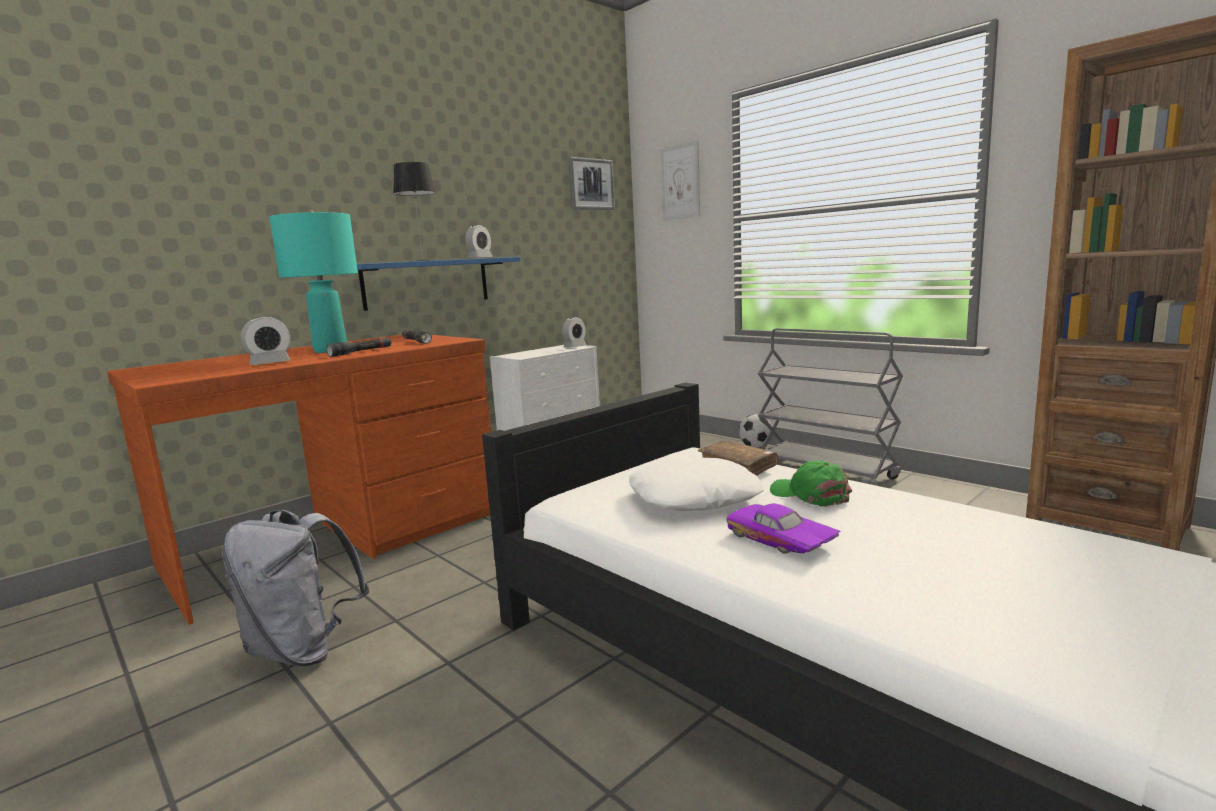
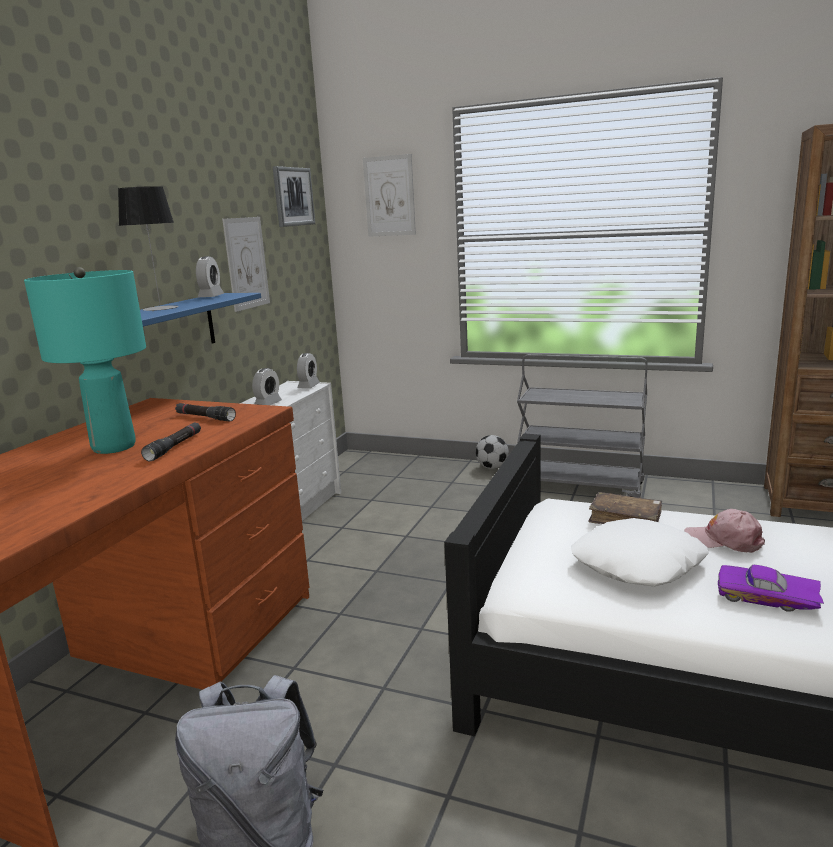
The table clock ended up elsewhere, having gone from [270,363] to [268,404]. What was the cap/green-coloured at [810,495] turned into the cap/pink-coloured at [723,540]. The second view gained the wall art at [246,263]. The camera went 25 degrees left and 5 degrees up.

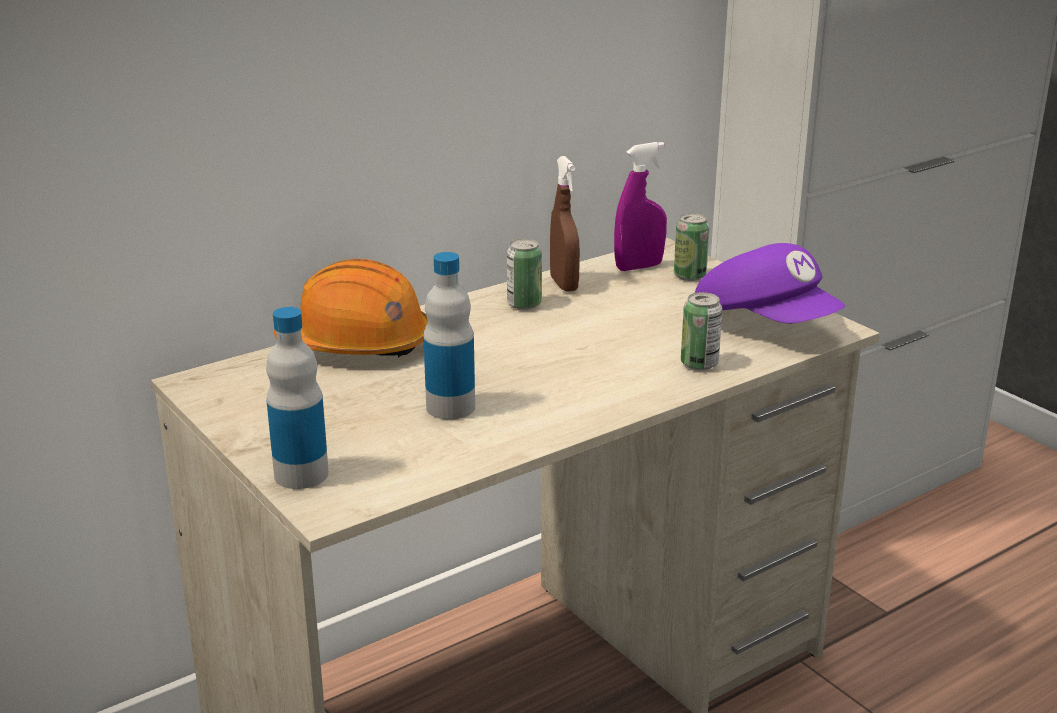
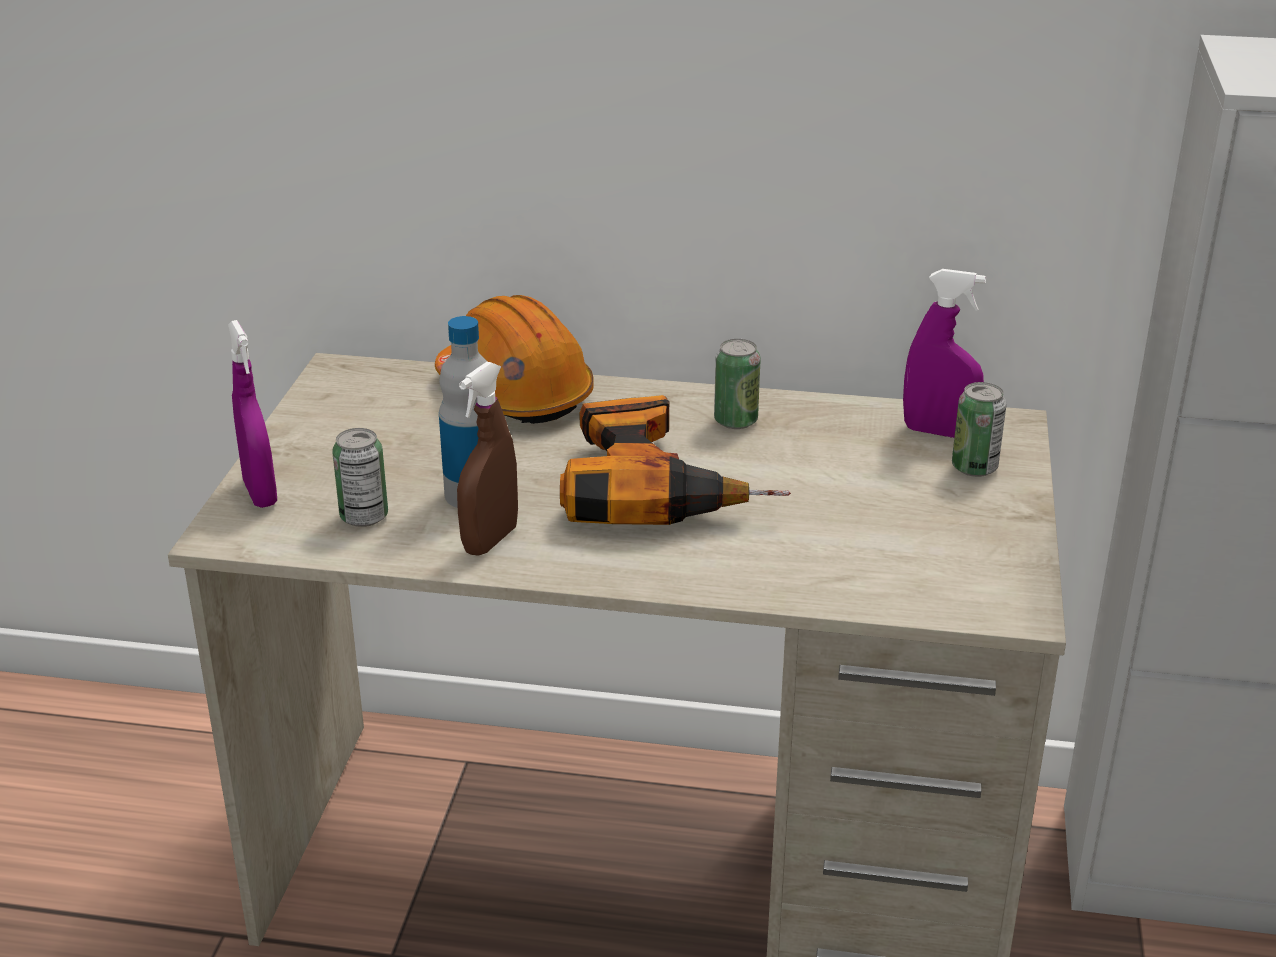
The sprayer/brownish ended up elsewhere, having gone from [564,284] to [490,540]. The second view lost the cap/purple at [765,323]. The sealed can ended up elsewhere, having gone from [699,364] to [364,517]. Where the drink bottle stood at [301,474], the sprayer/purple came to stand at [260,493]. The second view gained the electric drill at [657,485]. The camera went 45 degrees right and 5 degrees up.

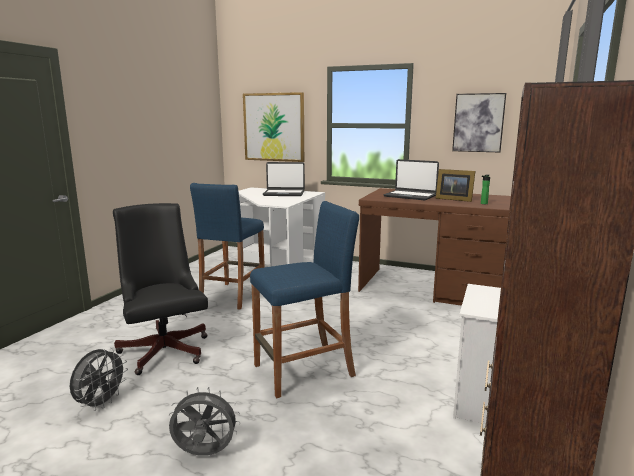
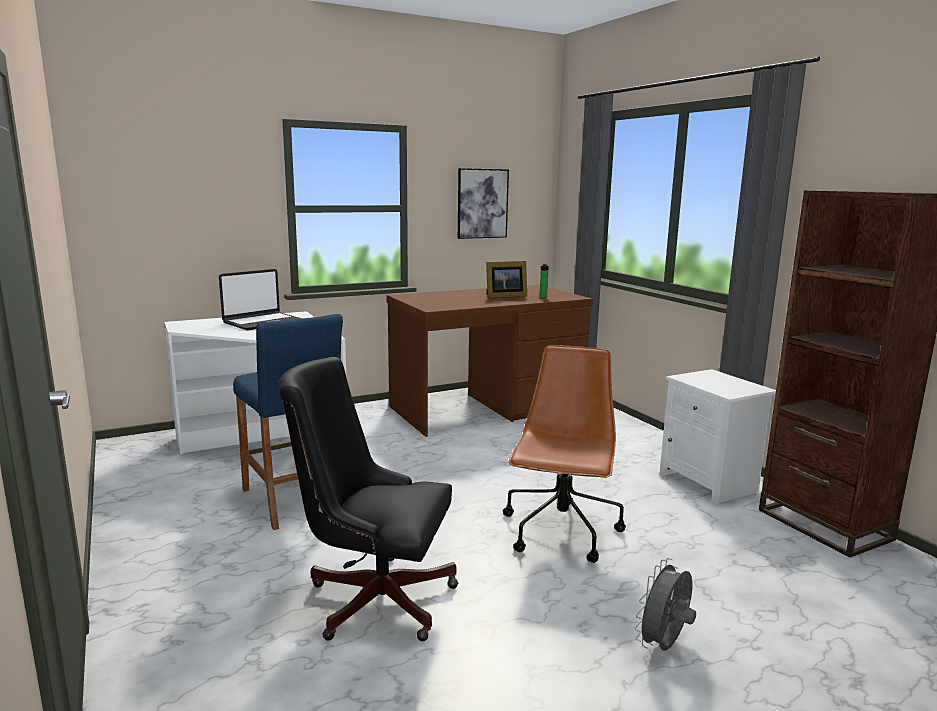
The second view lost the wall art at [274,127]. The second view lost the portable computer at [410,196]. Where the sitting stool/blue stood at [304,371], the office chair/brownish came to stand at [561,532]. The second view lost the fan/greyish at [101,403]. The camera went 50 degrees left and 0 degrees up.

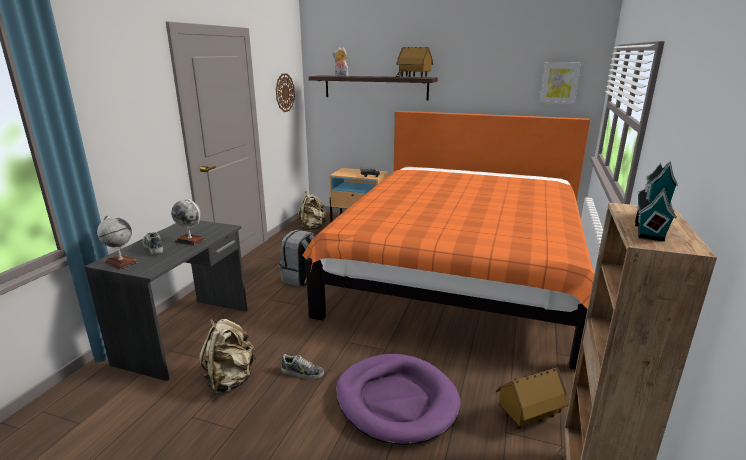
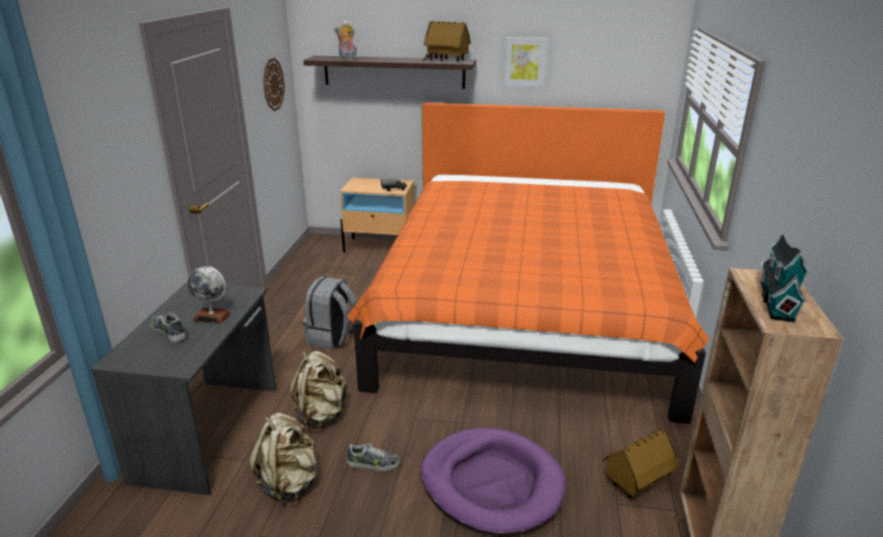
The wall art ended up elsewhere, having gone from [559,83] to [524,61]. The knapsack/beige ended up elsewhere, having gone from [312,228] to [321,414]. The second view lost the world globe at [121,262]. The camera went 10 degrees left and 5 degrees up.

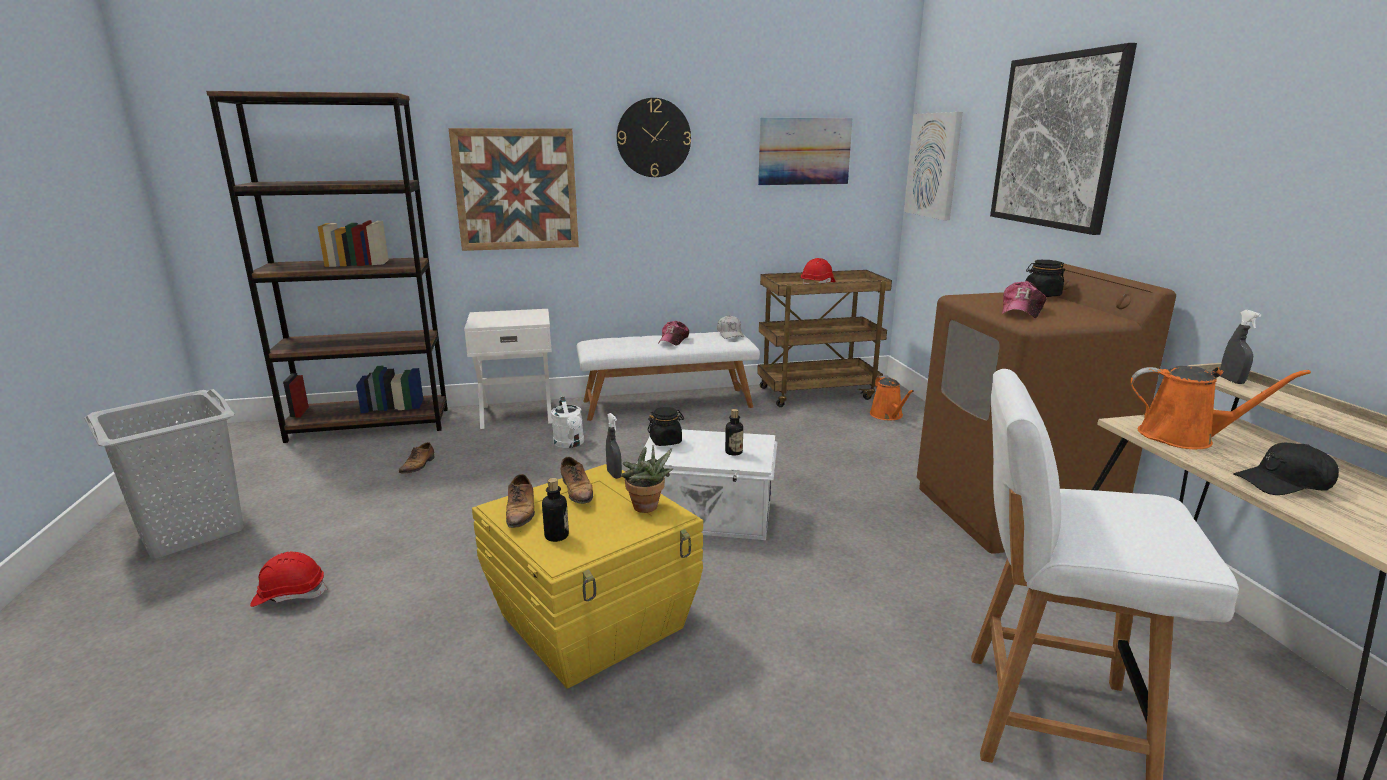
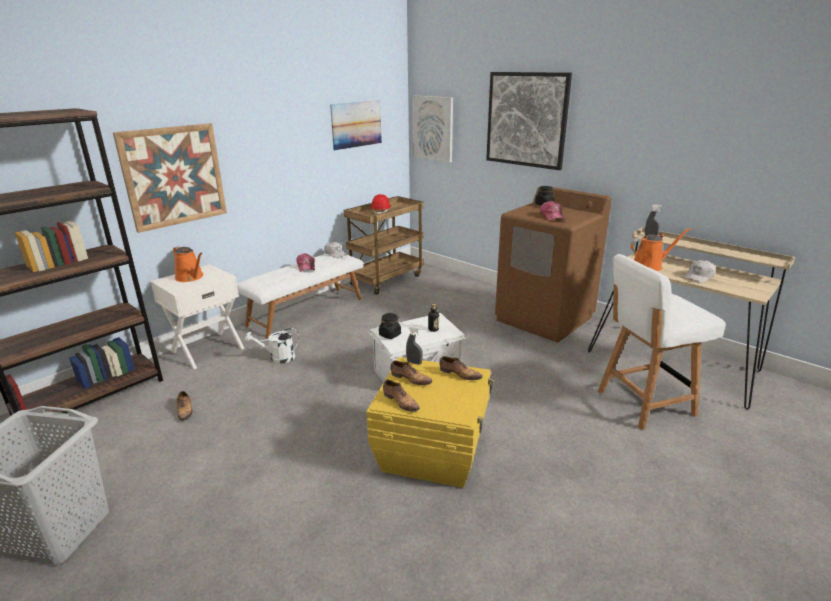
The second view lost the hanging clock at [653,138]. The watering can/orange ended up elsewhere, having gone from [888,415] to [191,277]. The watering can/whitish at [570,444] ended up facing another way, 135 degrees clockwise from before. What was the cap/black-coloured at [1284,483] turned into the cap/whitish at [698,277]. Where the houseplant stood at [647,509], the low shoe came to stand at [459,374]. The second view lost the drink bottle at [556,536]. The second view lost the work helmet/reddish at [289,595]. The camera went 35 degrees left and 5 degrees up.

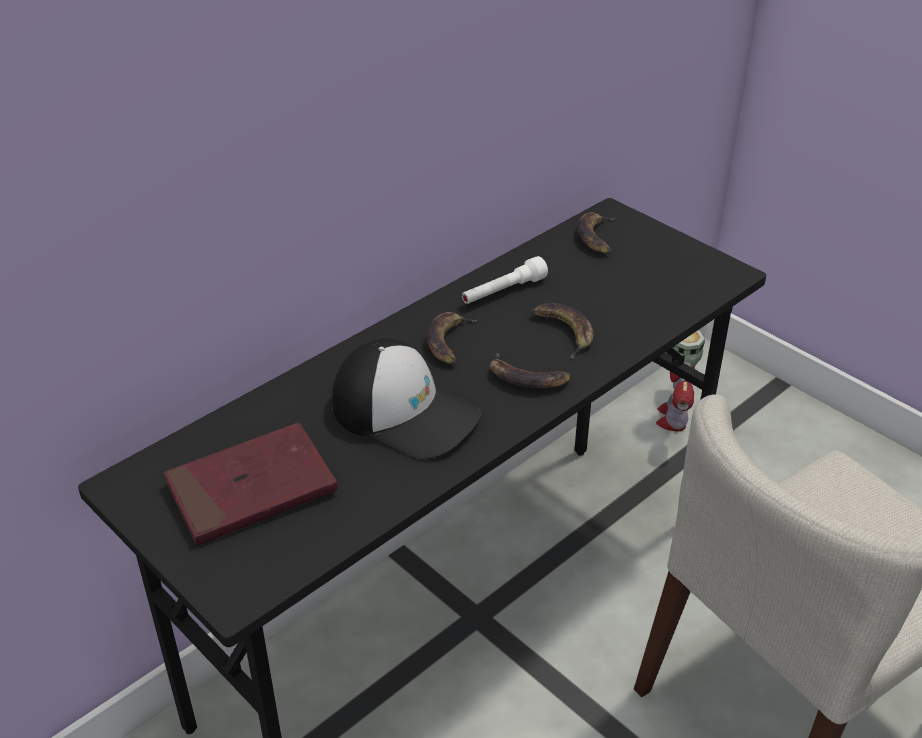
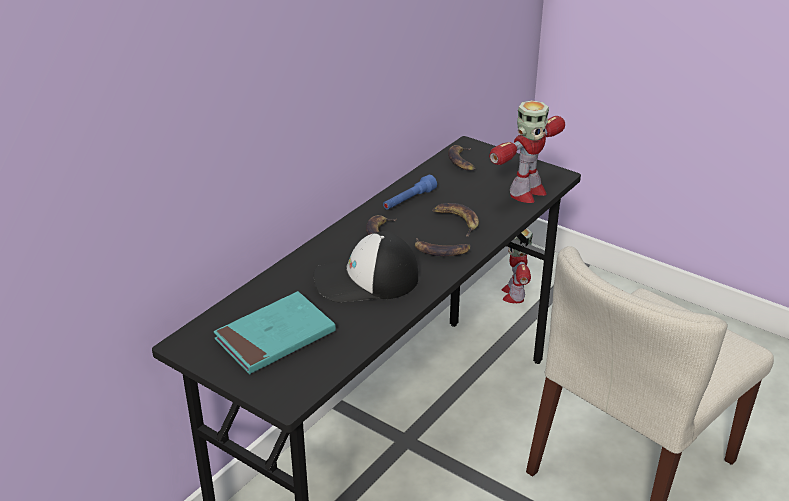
What was the hand torch/whitish at [503,292] turned into the hand torch/blue at [409,200]. The cap at [405,412] ended up facing another way, 150 degrees clockwise from before. What was the book/reddish at [252,489] turned into the book/turquoise-coloured at [275,337]. The second view gained the toy robot at [526,193]. The camera went 10 degrees left and 5 degrees down.

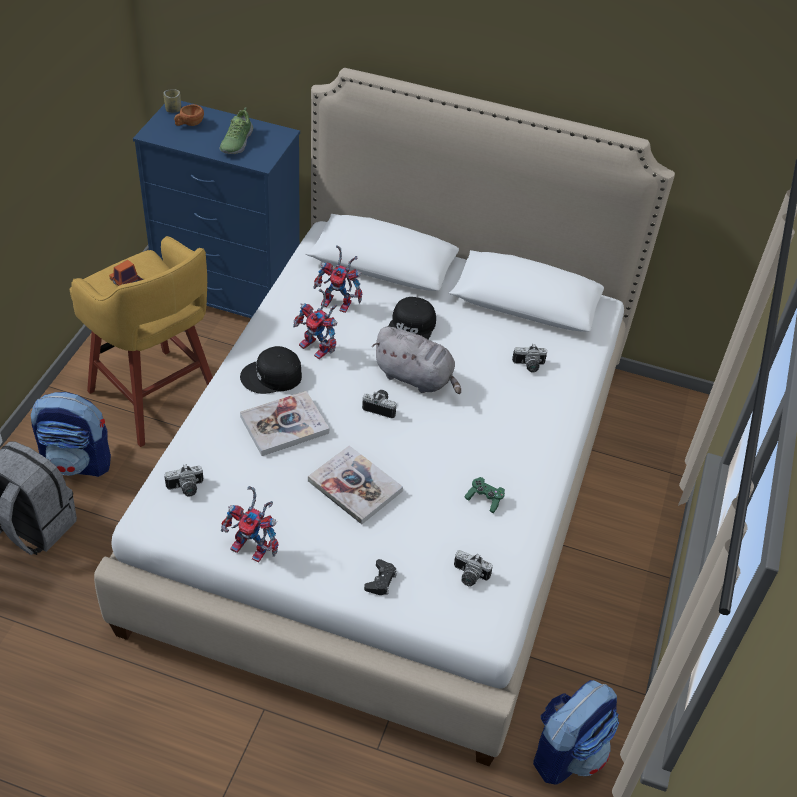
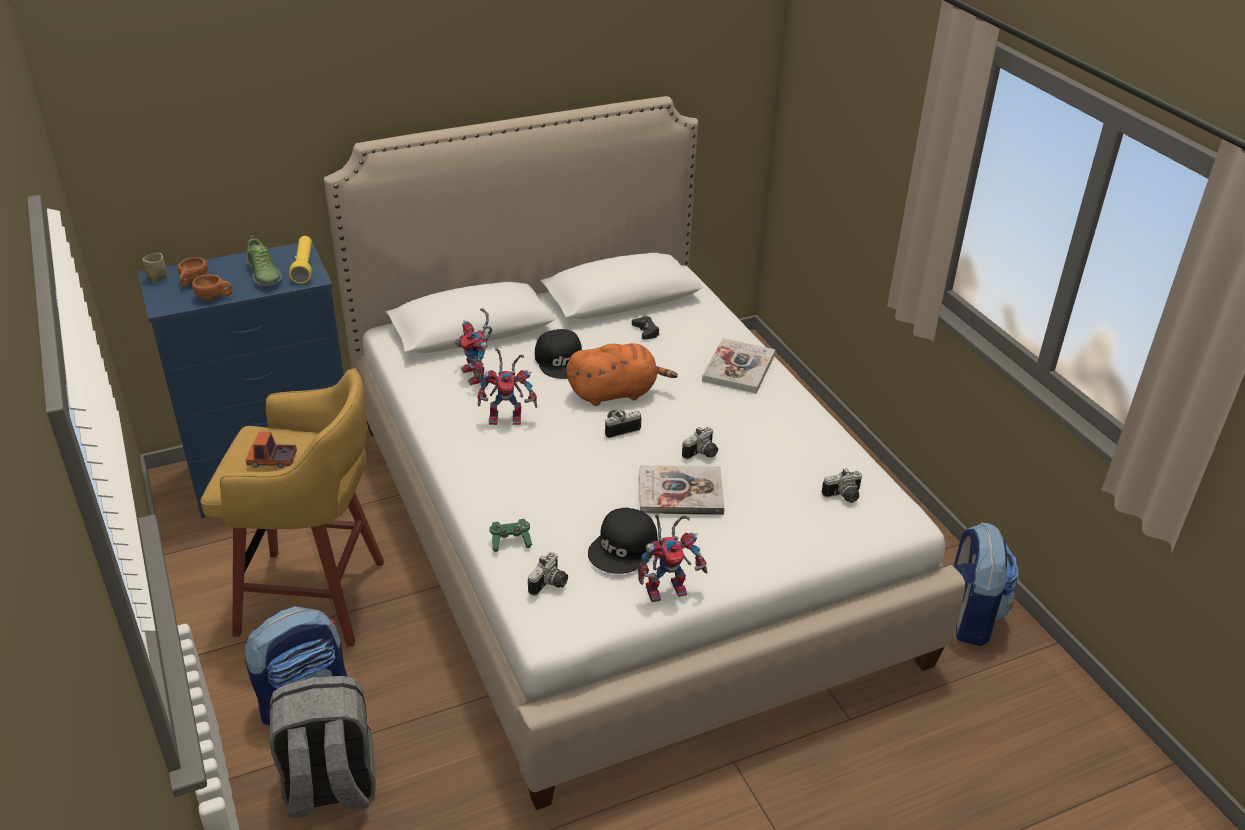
The toy robot at [339,303] ended up facing another way, 90 degrees clockwise from before. What was the plush toy/greyish at [416,378] turned into the plush toy/orange at [616,393]. The photo camera ended up elsewhere, having gone from [529,366] to [702,454]. The cap/black-coloured ended up elsewhere, having gone from [272,376] to [624,548]. The book ended up elsewhere, having gone from [284,425] to [738,368]. The joypad/green-coloured ended up elsewhere, having gone from [484,499] to [510,541]. The joypad/black-coloured ended up elsewhere, having gone from [381,581] to [646,331]. The second view gained the hand torch/yellow at [304,266]. The second view gained the cup/brownish at [214,297]. The camera went 40 degrees left and 10 degrees down.

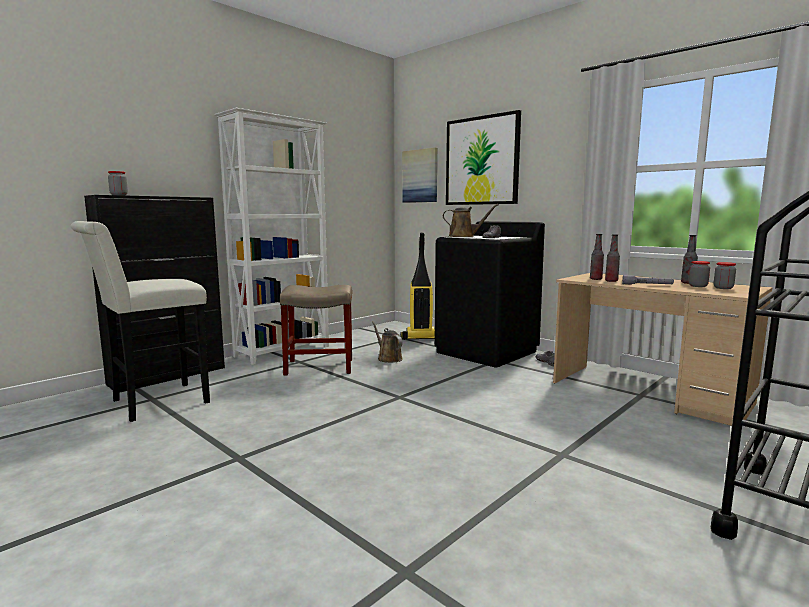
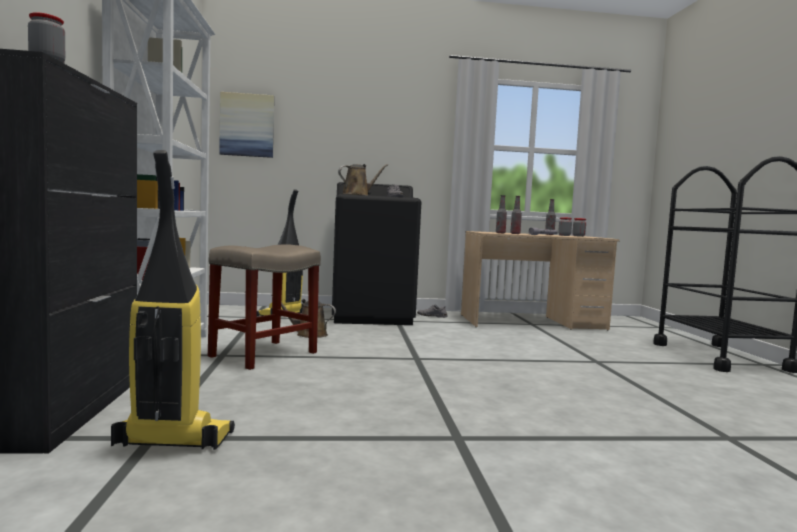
The second view lost the wall art at [482,161]. Where the sitting stool/whitish stood at [152,403], the hoover came to stand at [173,440]. The camera went 50 degrees left and 5 degrees down.

